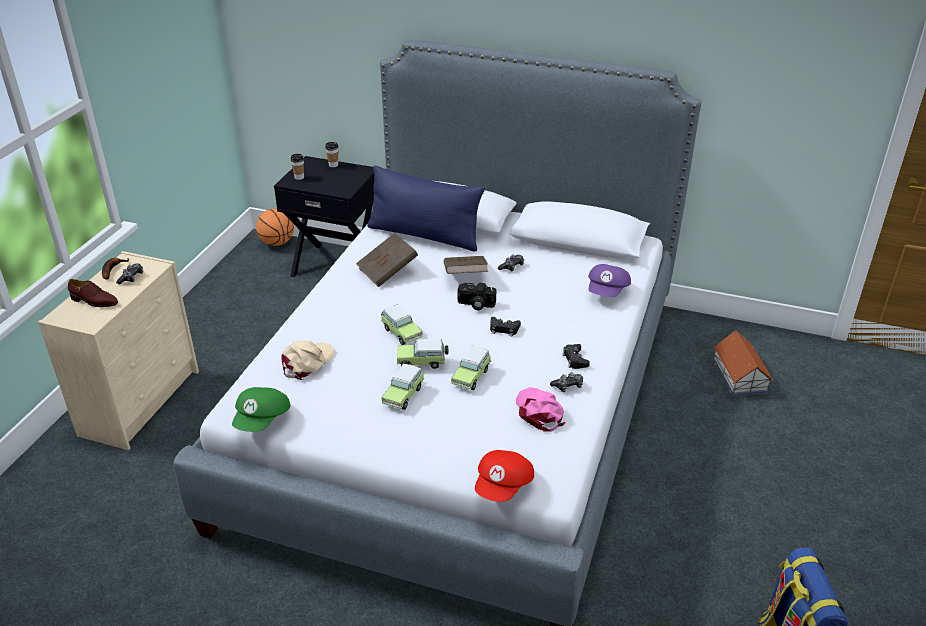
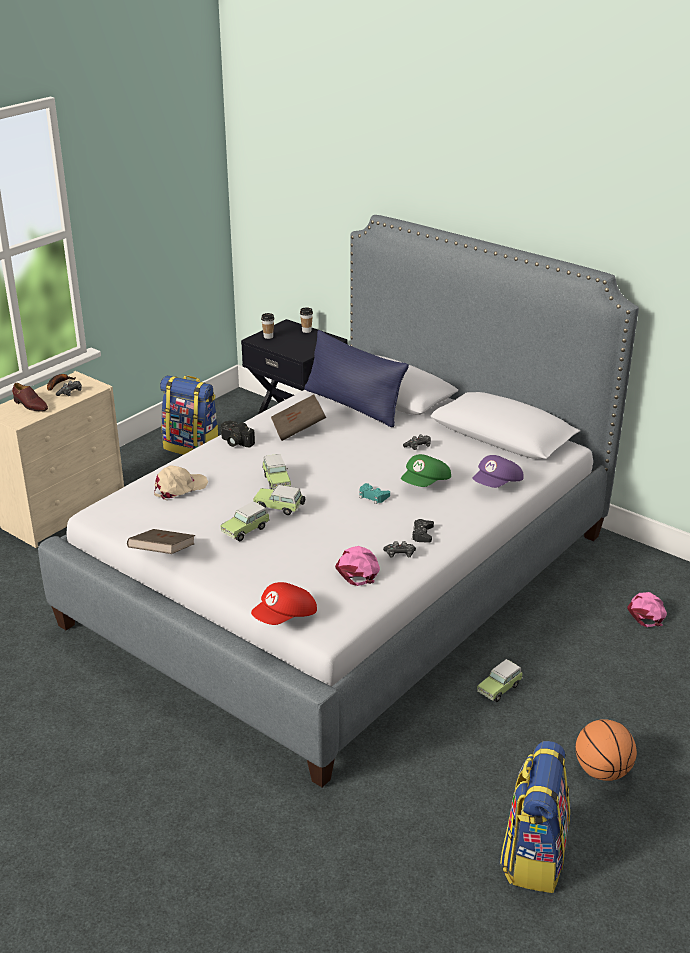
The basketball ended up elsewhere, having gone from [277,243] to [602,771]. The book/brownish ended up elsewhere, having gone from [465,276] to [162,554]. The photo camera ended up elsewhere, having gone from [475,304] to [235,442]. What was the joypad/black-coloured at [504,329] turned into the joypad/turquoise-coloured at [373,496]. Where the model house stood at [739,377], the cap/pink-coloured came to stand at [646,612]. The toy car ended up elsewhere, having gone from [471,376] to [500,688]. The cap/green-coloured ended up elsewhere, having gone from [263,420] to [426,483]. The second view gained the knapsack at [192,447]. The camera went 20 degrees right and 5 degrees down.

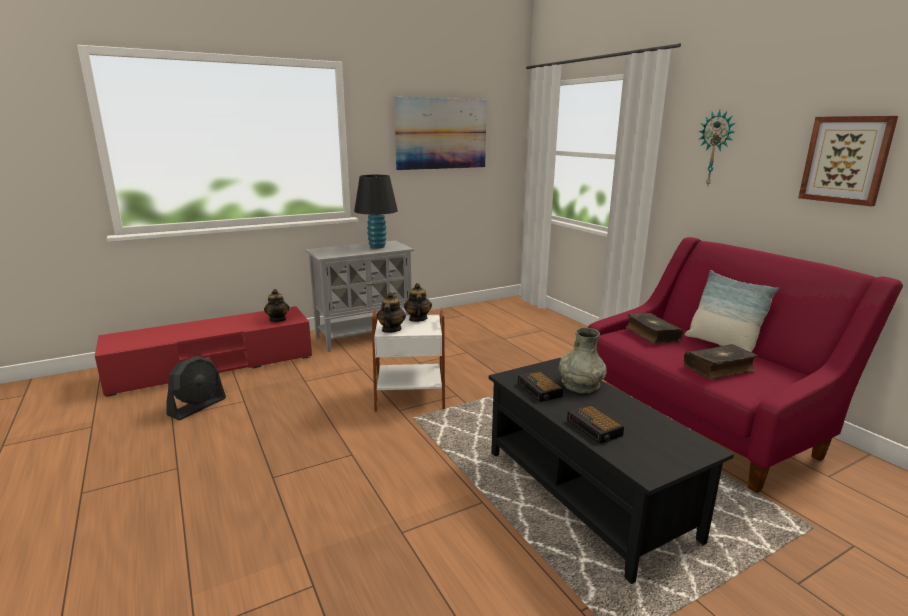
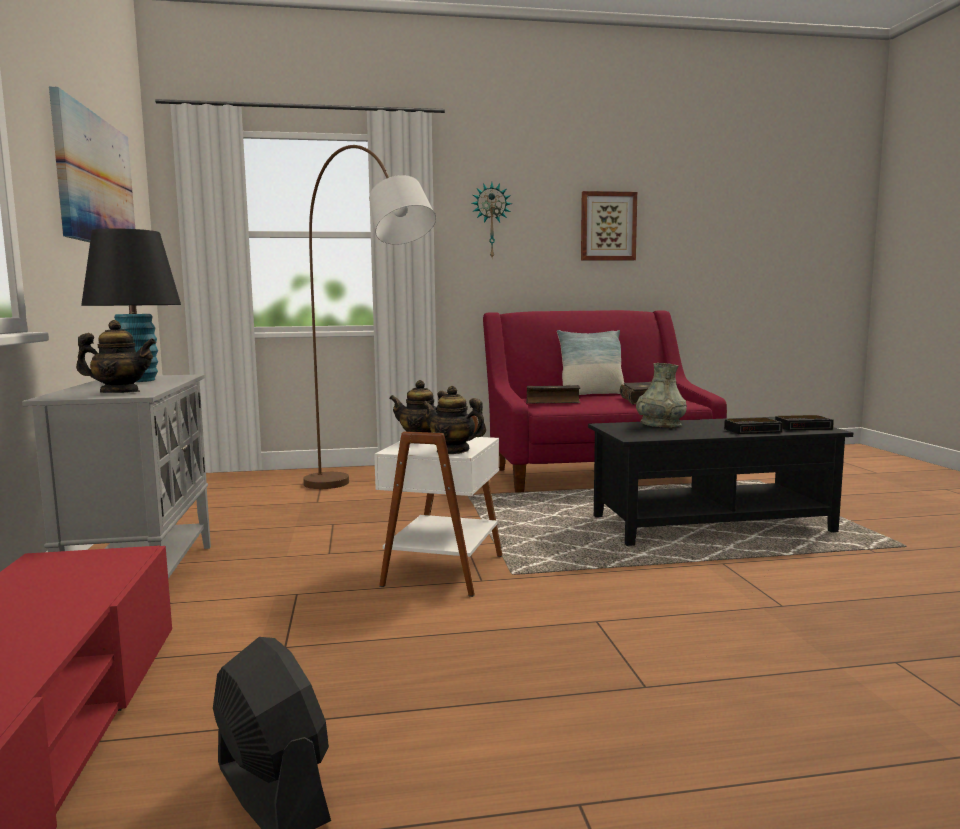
The teapot ended up elsewhere, having gone from [278,319] to [120,392]. The table clock ended up elsewhere, having gone from [540,390] to [804,427]. The second view gained the standard lamp/brownish at [368,501]. The camera went 70 degrees left and 10 degrees down.

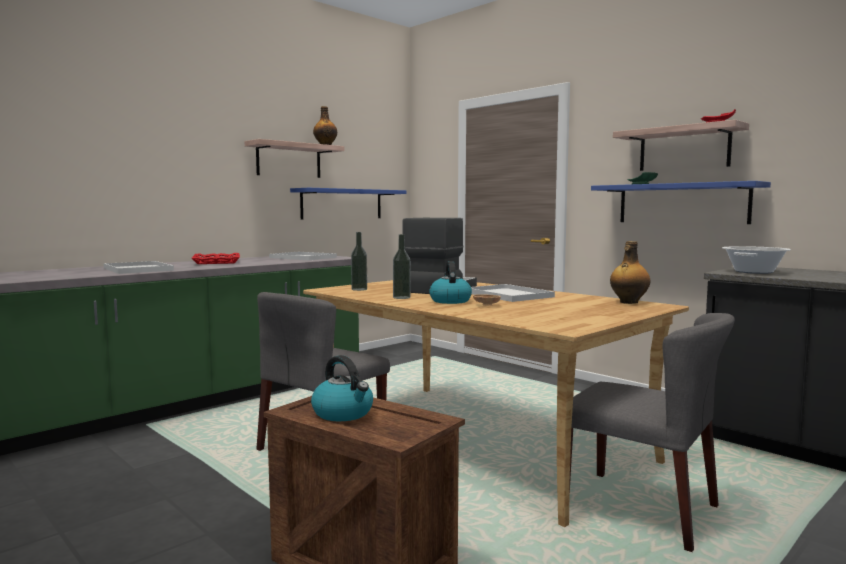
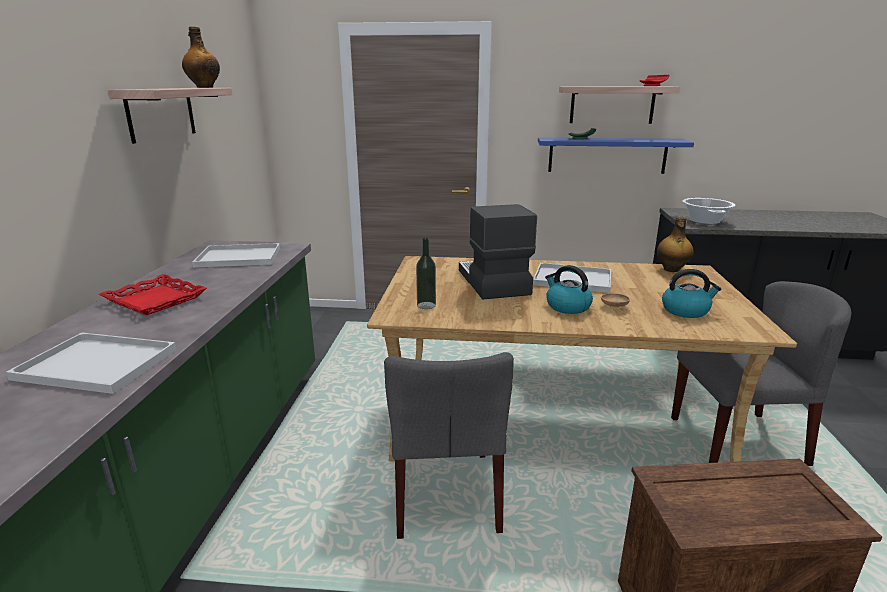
The second view lost the shelf/blue at [342,204]. The second view lost the drink bottle at [401,297]. The water kettle ended up elsewhere, having gone from [343,413] to [686,310]. The camera went 40 degrees left and 15 degrees up.

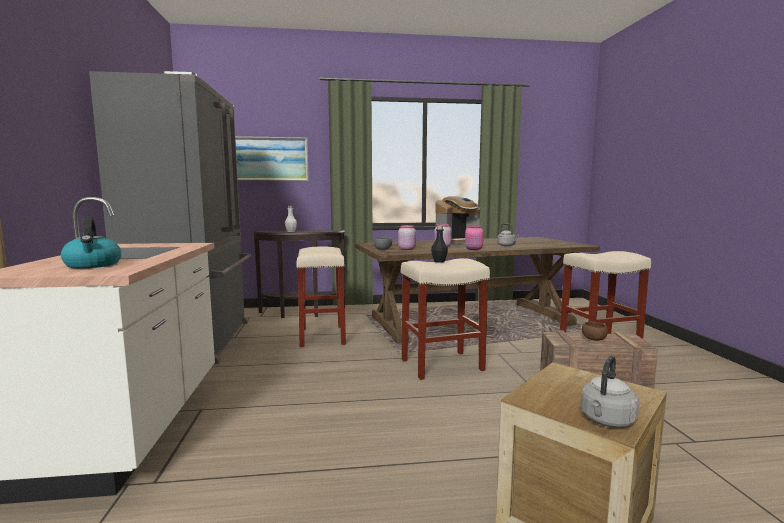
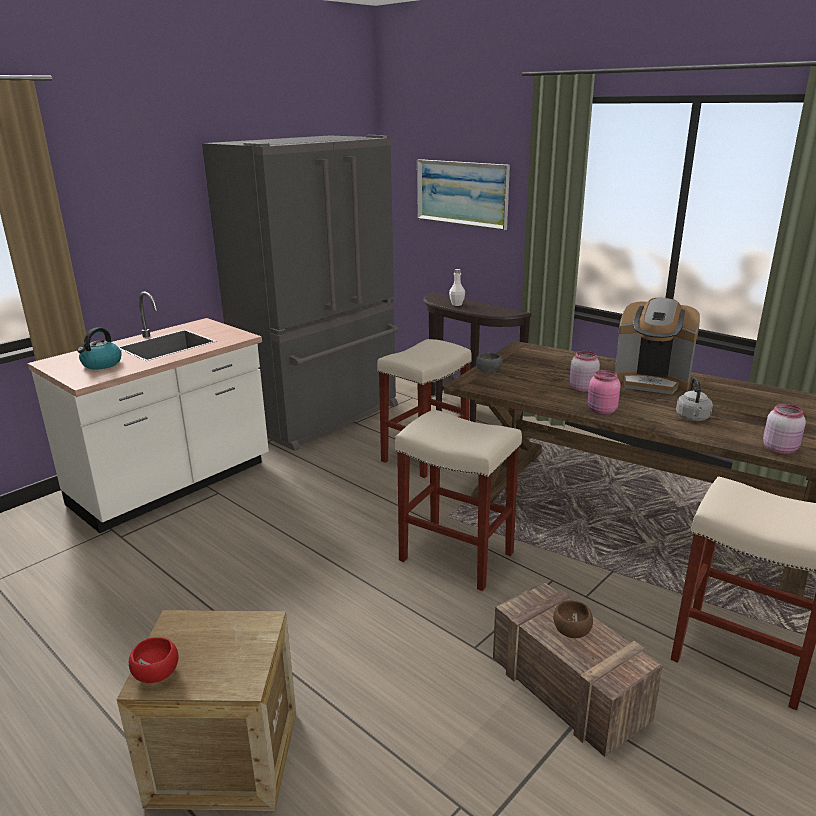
The preserve jar/pink-coloured ended up elsewhere, having gone from [407,249] to [780,449]. The second view lost the drink bottle/black-coloured at [439,261]. Where the water kettle/greyish stood at [606,421], the bowl/reddish came to stand at [155,675]. The camera went 50 degrees right and 15 degrees up.

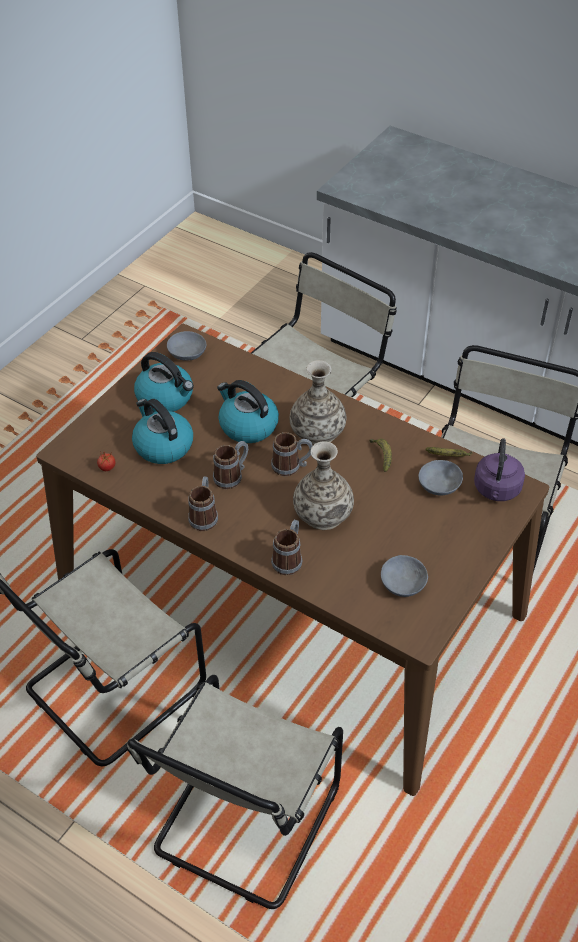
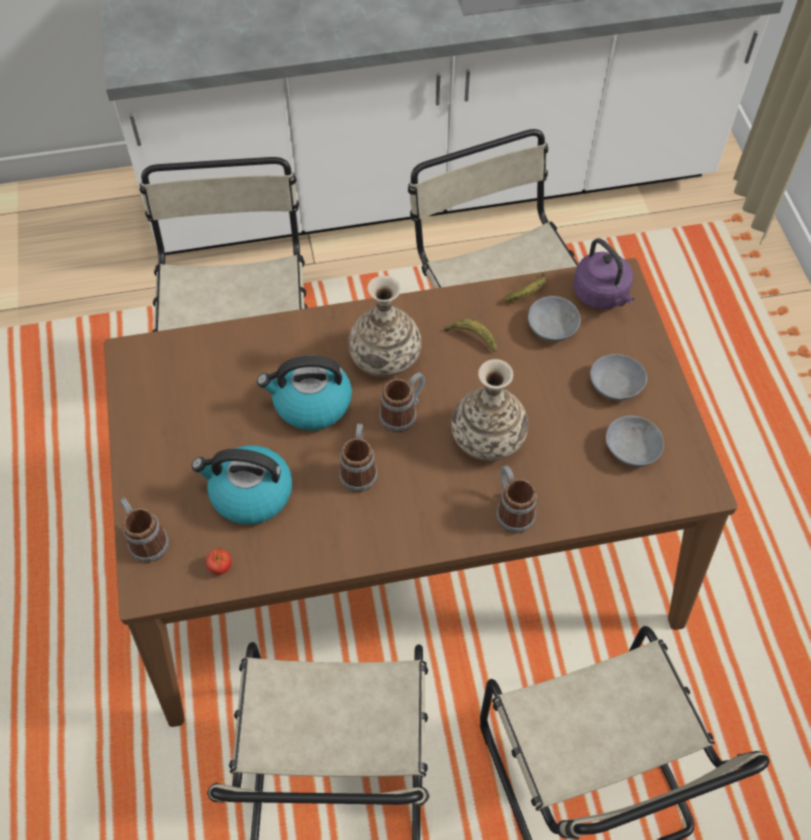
The bowl/greyish ended up elsewhere, having gone from [188,353] to [616,384]. The second view lost the water kettle at [166,398]. The tea mug ended up elsewhere, having gone from [204,515] to [145,539]. The camera went 45 degrees left and 10 degrees up.

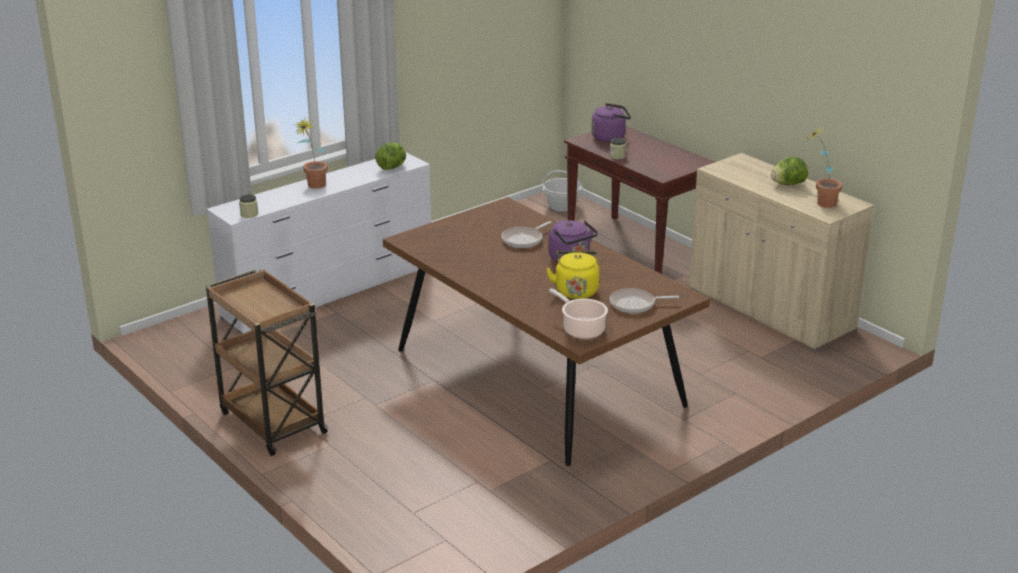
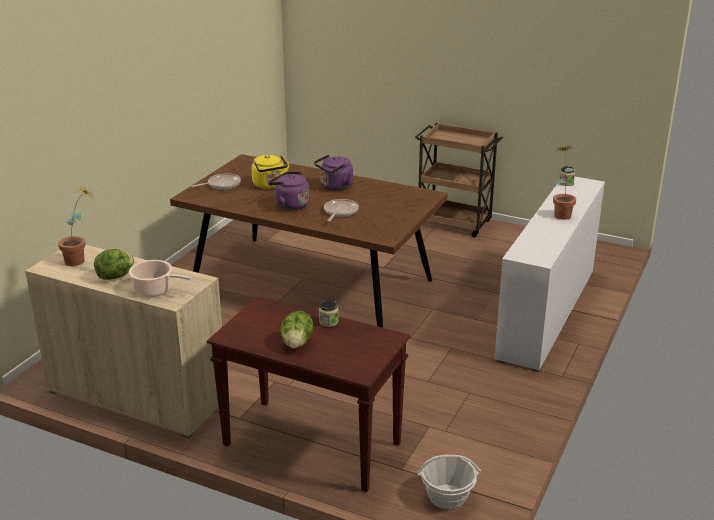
The water kettle/purple ended up elsewhere, having gone from [610,137] to [335,187]. The head of lettuce ended up elsewhere, having gone from [392,167] to [297,343]. The saucepot ended up elsewhere, having gone from [581,329] to [155,290]. The camera went 155 degrees right and 0 degrees up.

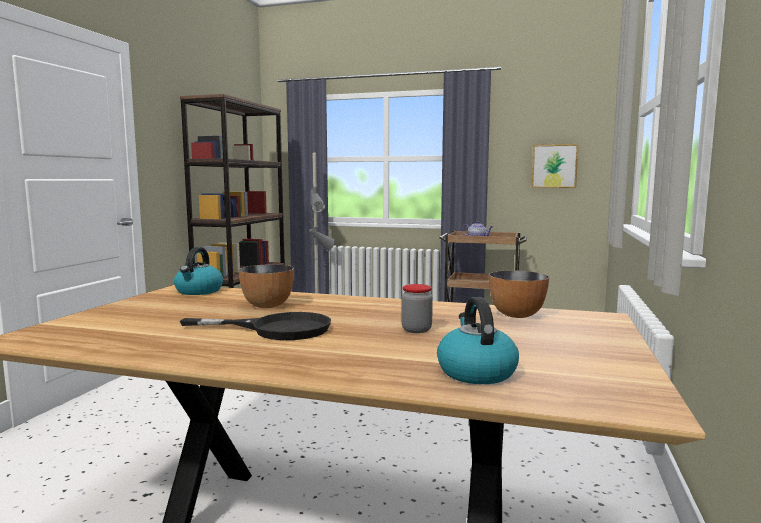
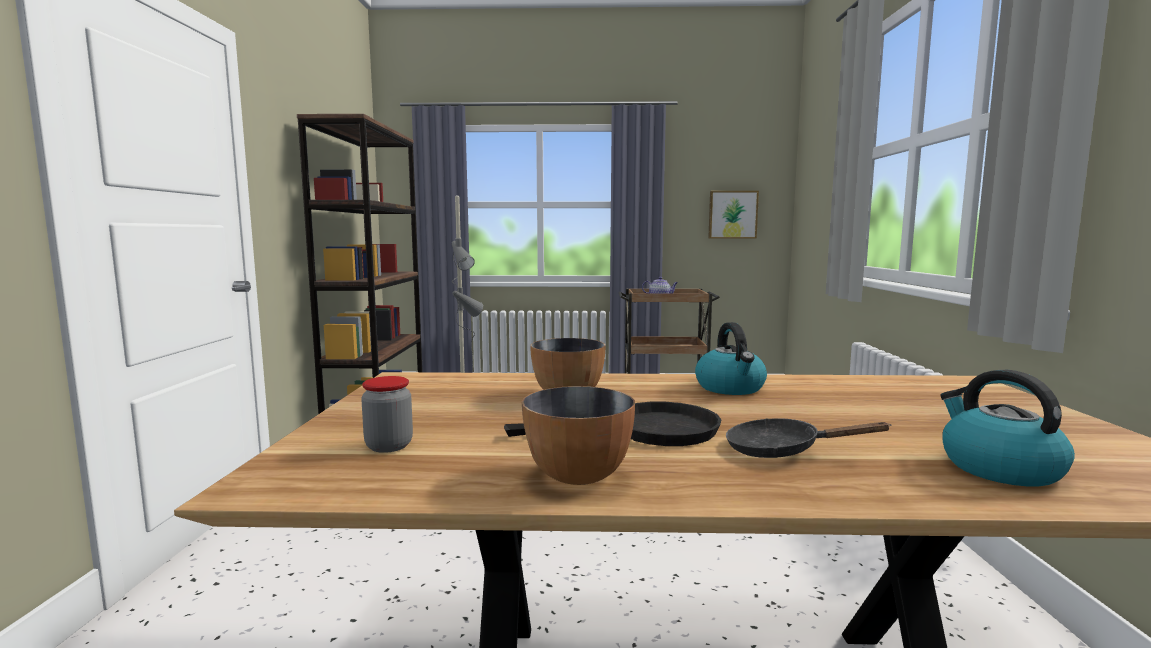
The water kettle ended up elsewhere, having gone from [199,291] to [730,388]. The bowl ended up elsewhere, having gone from [517,315] to [579,476]. The preserve jar ended up elsewhere, having gone from [416,330] to [389,446]. The second view gained the skillet/black-coloured at [781,450]. The camera went 15 degrees left and 0 degrees up.

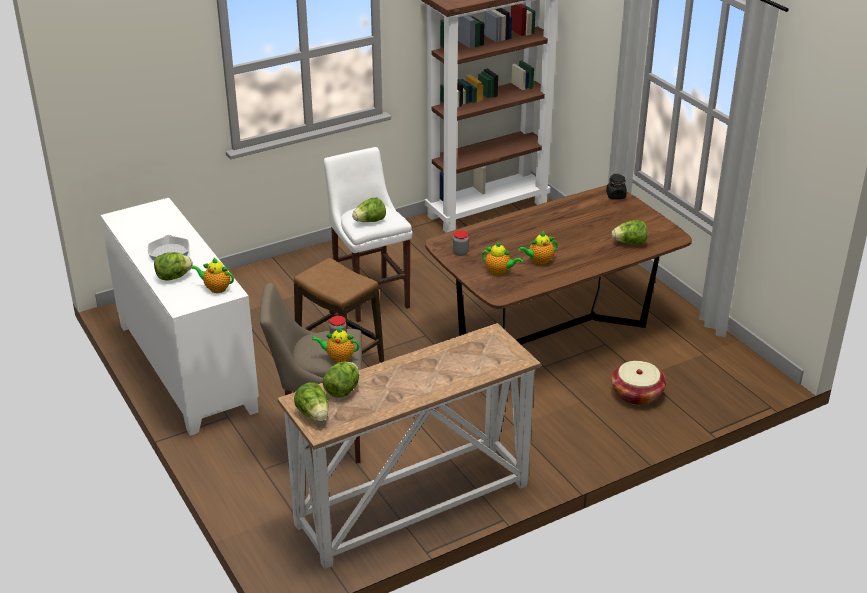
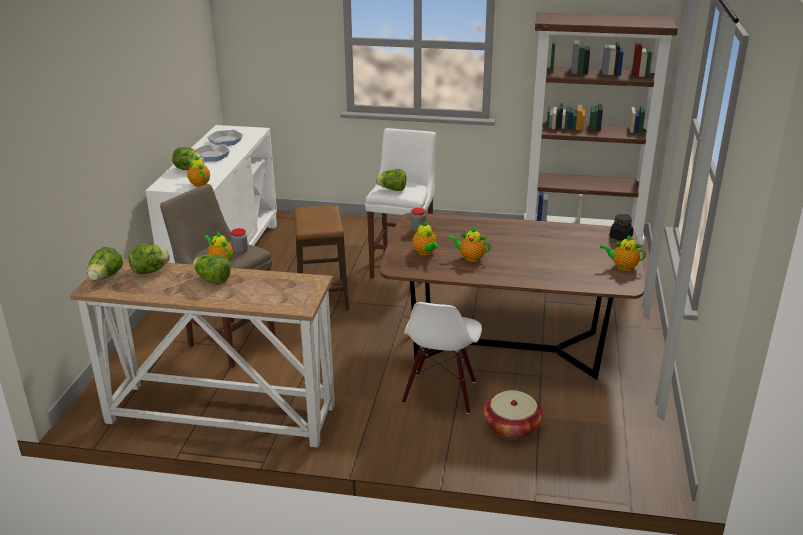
The head of lettuce ended up elsewhere, having gone from [629,243] to [212,280]. The second view gained the skillet at [225,141]. The second view gained the teapot at [622,267]. The second view gained the chair/whitish at [440,393]. The camera went 40 degrees right and 5 degrees down.

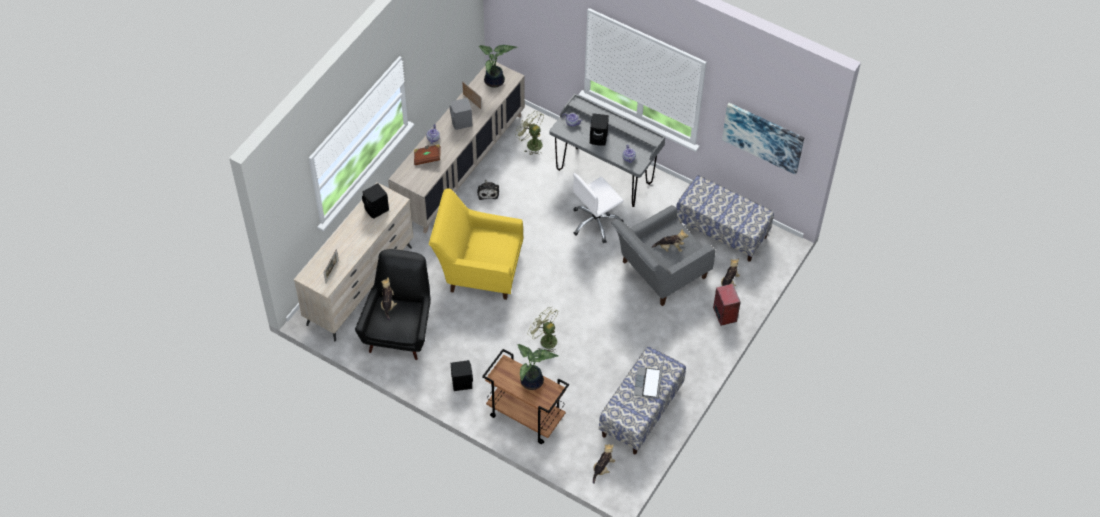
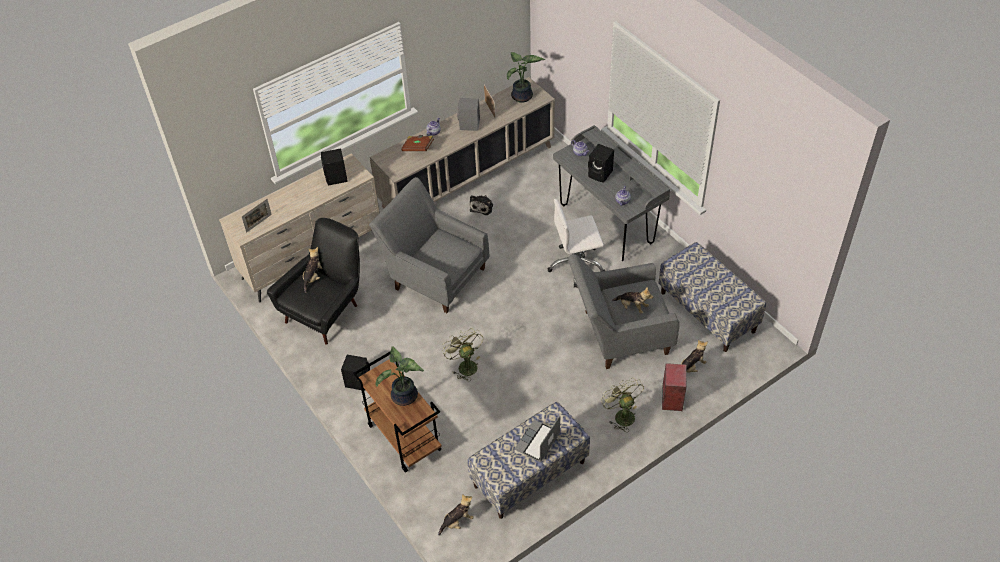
The second view lost the wall art at [763,137]. The fan/green-coloured ended up elsewhere, having gone from [531,143] to [621,415]. What was the armchair/yellow at [478,269] turned into the armchair/greyish at [434,275]. The camera went 25 degrees right and 5 degrees down.

